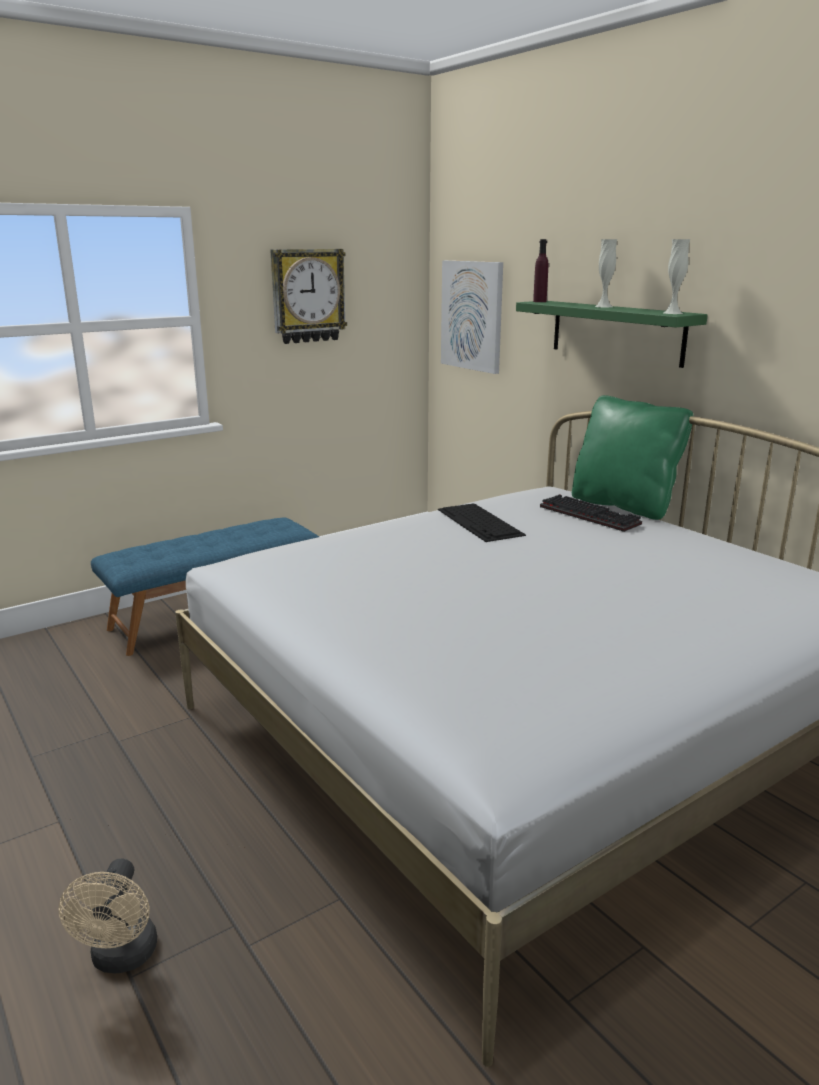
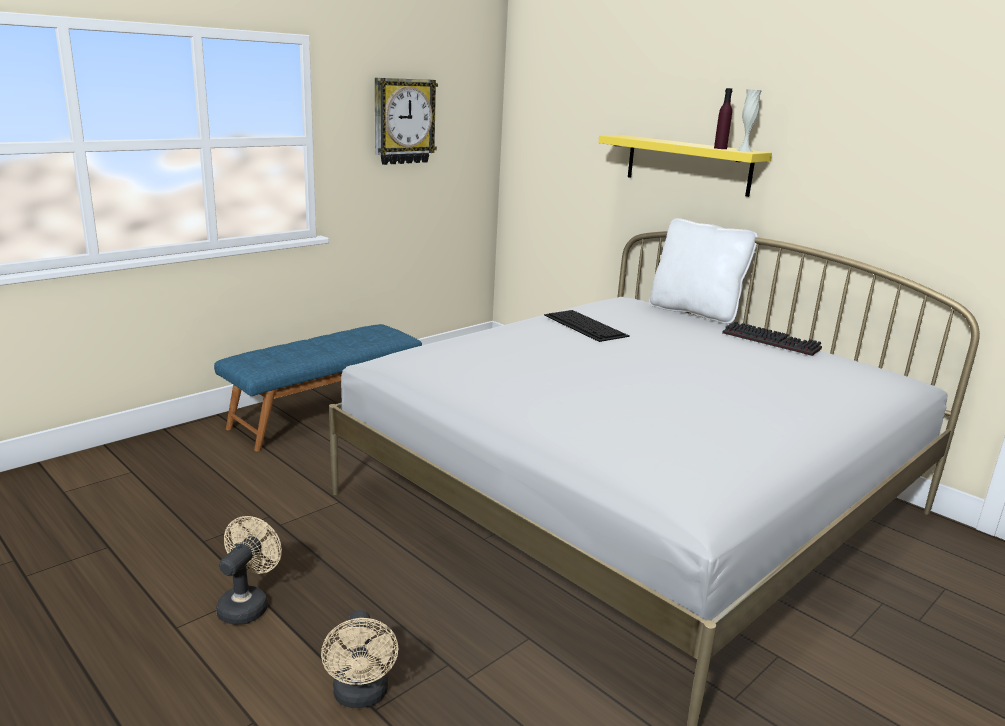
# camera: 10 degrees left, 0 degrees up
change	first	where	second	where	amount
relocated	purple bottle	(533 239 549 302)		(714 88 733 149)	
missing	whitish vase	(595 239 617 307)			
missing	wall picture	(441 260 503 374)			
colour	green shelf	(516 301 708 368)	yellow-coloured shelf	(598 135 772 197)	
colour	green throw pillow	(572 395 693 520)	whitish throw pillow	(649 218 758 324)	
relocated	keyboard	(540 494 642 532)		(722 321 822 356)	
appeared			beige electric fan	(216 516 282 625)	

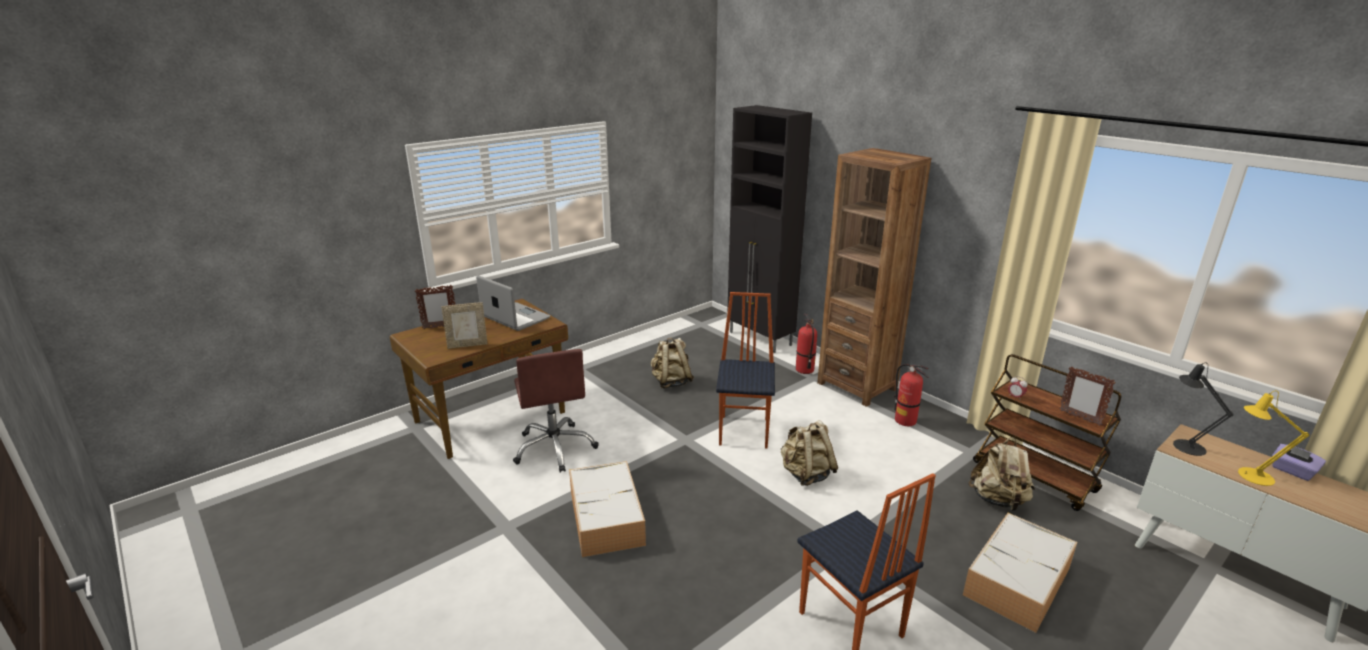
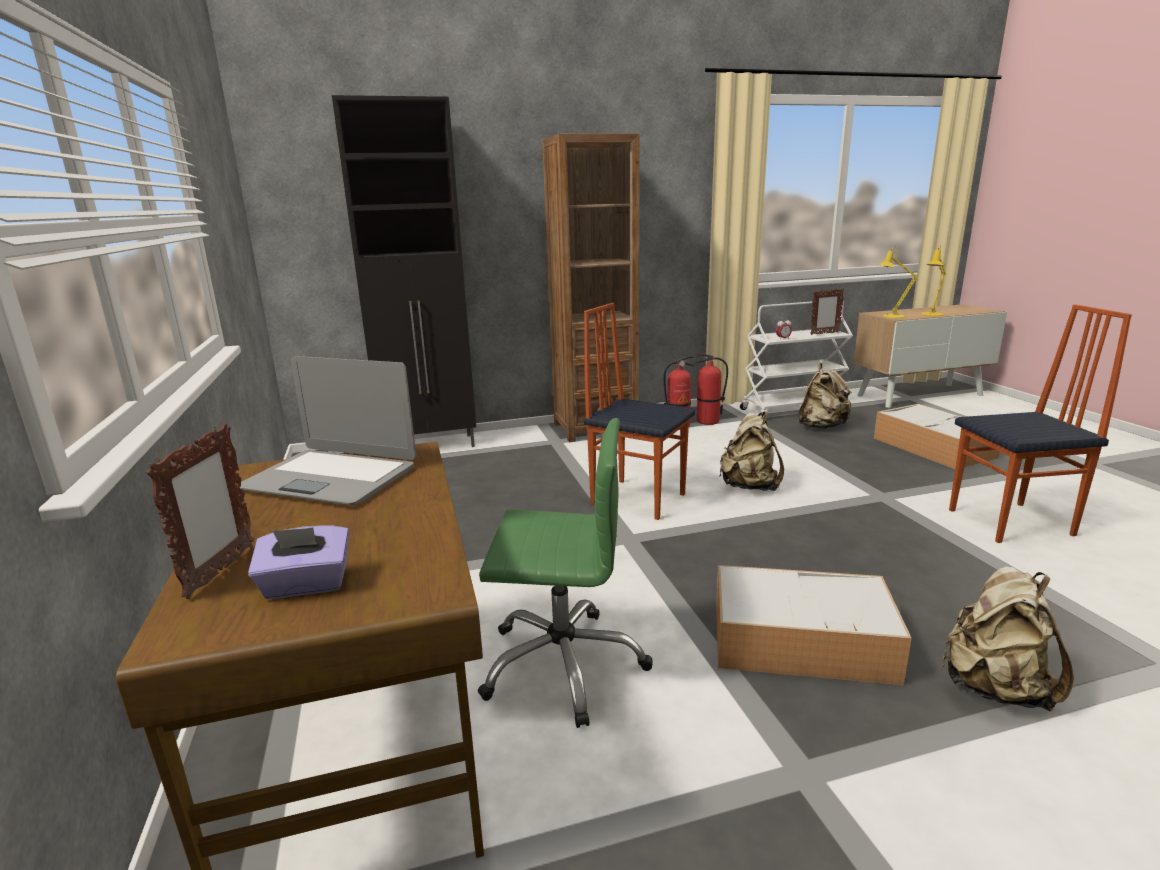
# camera: 65 degrees left, 5 degrees down
change	first	where	second	where	amount
spun	laptop	(476 275 550 331)		(240 356 416 505)	135 degrees counterclockwise
missing	photo frame	(441 302 488 349)			
relocated	fire extinguisher	(796 313 817 374)		(693 354 728 425)	
relocated	beige rucksack	(651 338 694 388)		(941 566 1074 712)	
colour	brown office chair	(513 349 599 473)	green office chair	(478 418 653 728)	
colour	brown wheeled cart	(973 354 1121 511)	whitish wheeled cart	(740 301 853 417)	
colour	blackish tabletop lamp	(1173 362 1233 456)	yellow-coloured tabletop lamp	(878 247 918 318)	
relocated	purple tissue holder	(1272 444 1326 481)		(248 526 349 599)	

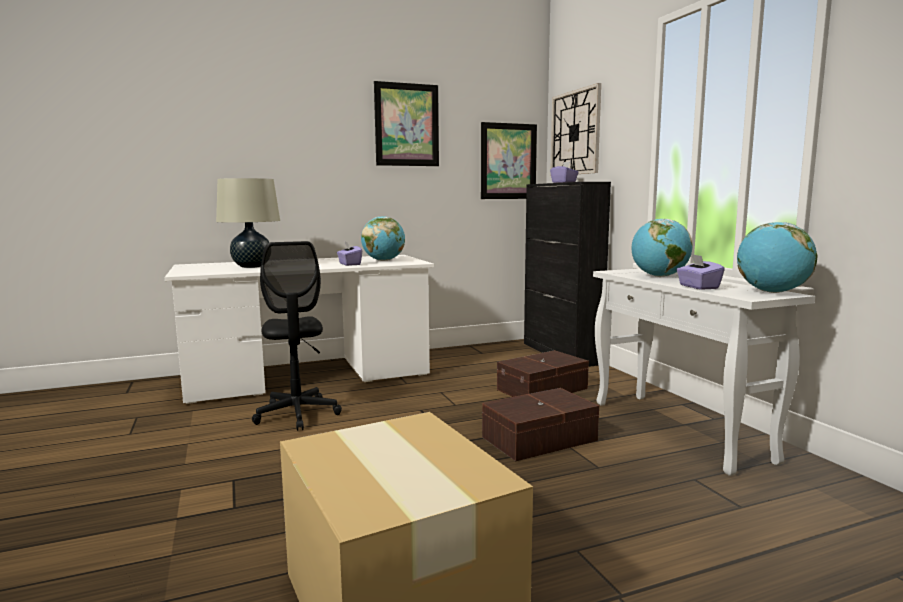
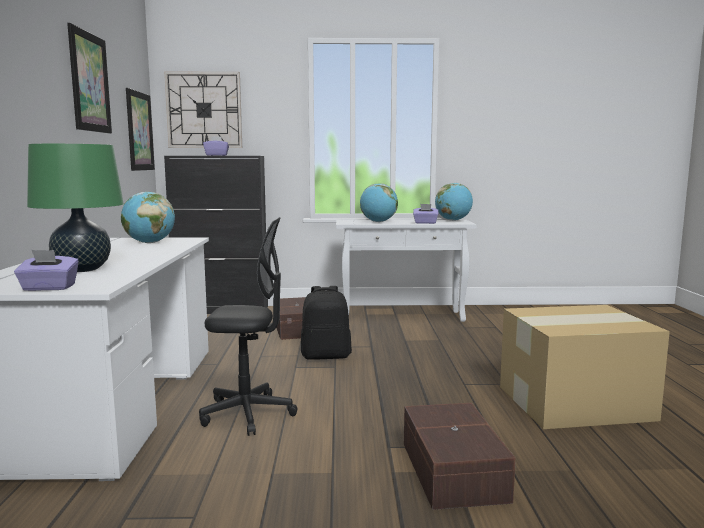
# camera: 70 degrees left, 0 degrees up
change	first	where	second	where	amount
colour	beige tabletop lamp	(216 178 280 268)	green tabletop lamp	(27 144 124 272)	
relocated	purple tissue holder	(337 242 362 266)		(14 250 79 291)	
relocated	brown storage box	(482 388 599 461)		(404 403 516 510)	
appeared			blackish rucksack	(301 286 352 360)	

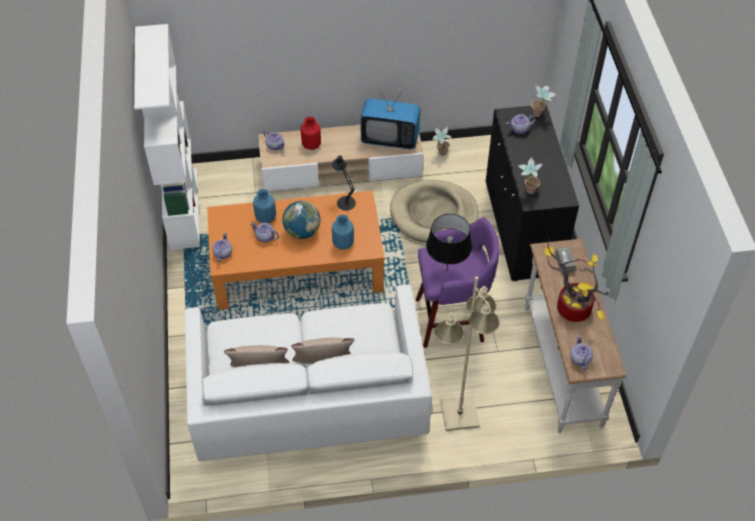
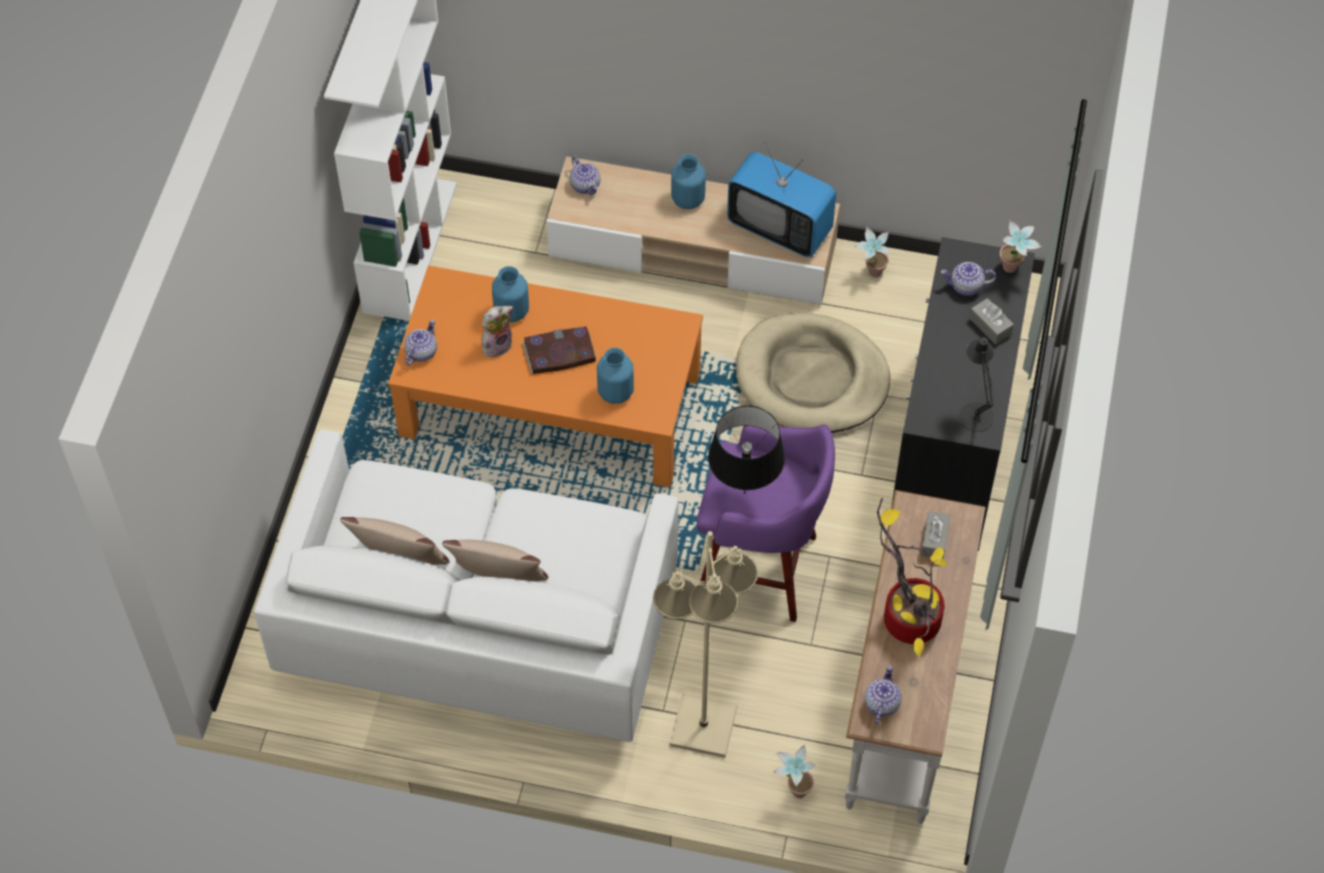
# camera: 20 degrees right, 5 degrees up
change	first	where	second	where	amount
missing	red vase	(301 116 321 150)			
relocated	blackish tabletop lamp	(332 155 356 211)		(959 338 994 432)	
relocated	houseplant	(518 157 543 194)		(773 745 816 798)	
exchanged	world globe	(282 201 321 239)	volume	(522 326 597 374)	
exchanged	tea pot	(250 222 279 242)	plush toy	(482 306 513 357)	
appeared			blue-coloured vase	(671 154 706 209)	
appeared			greyish tissue holder	(969 298 1014 345)	

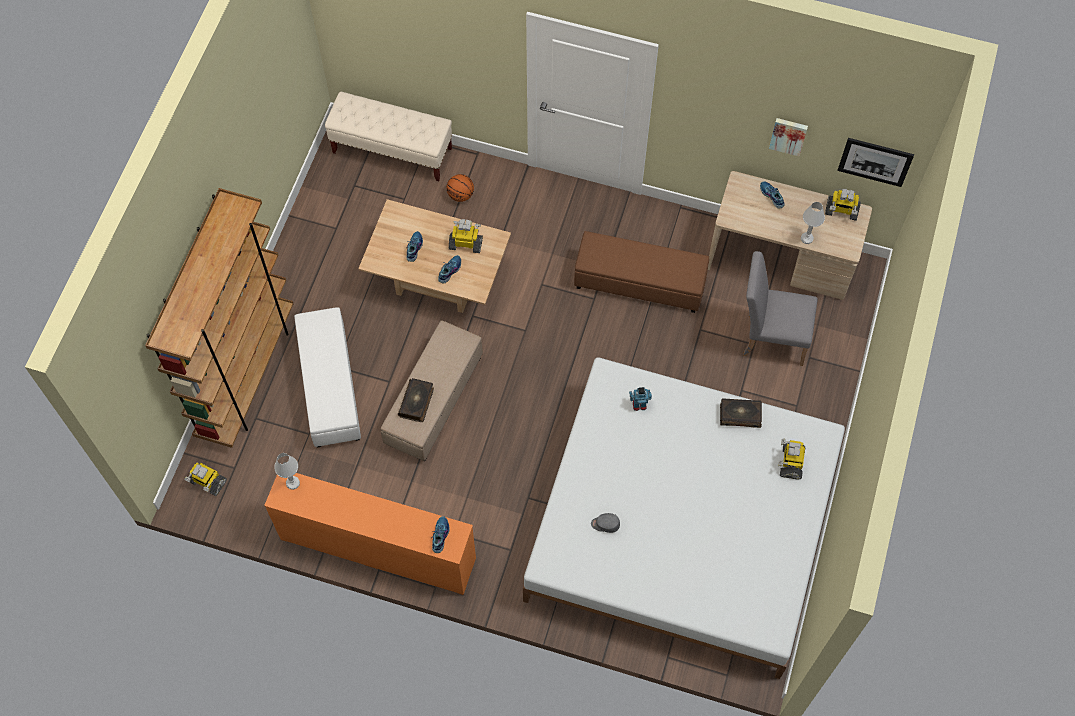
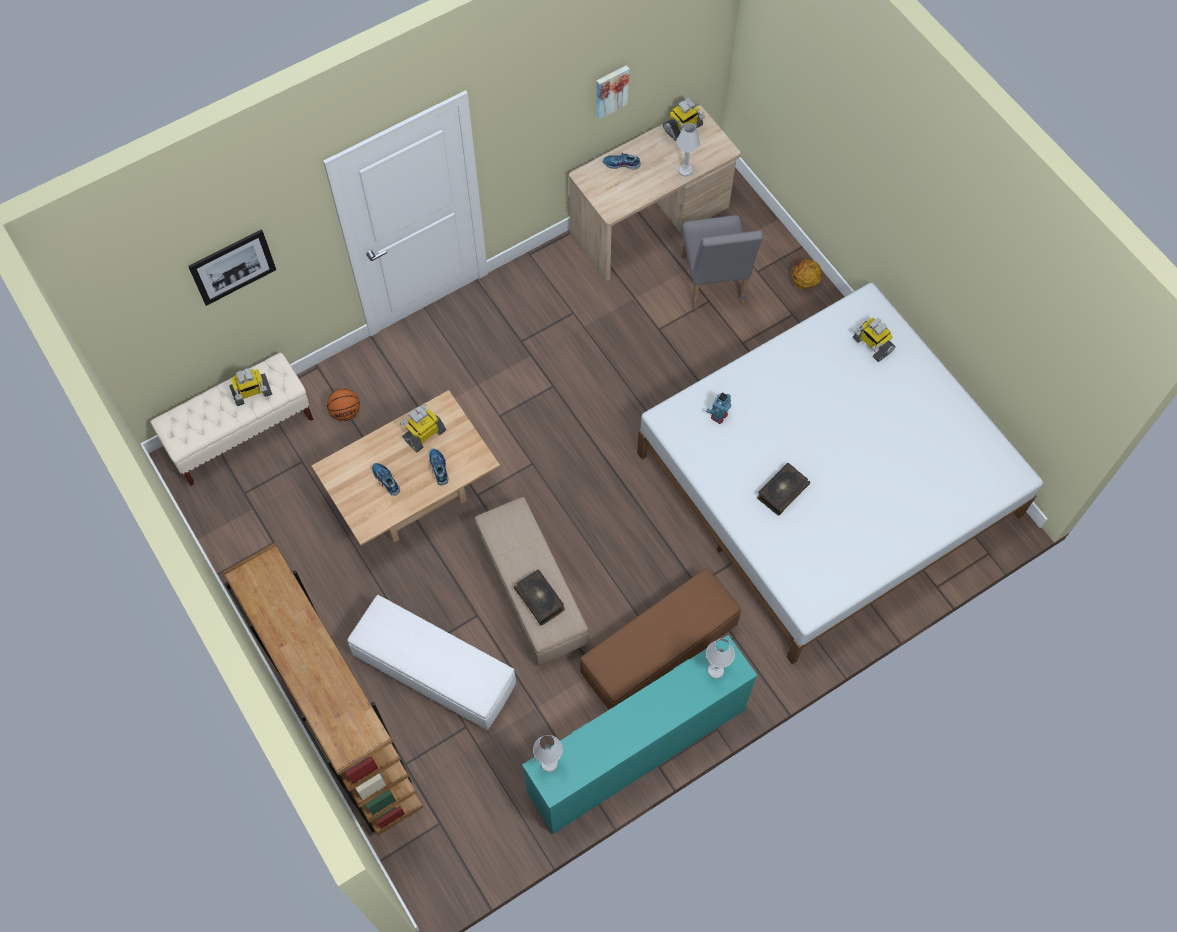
# camera: 50 degrees left, 0 degrees up
change	first	where	second	where	amount
relocated	wall picture	(837 138 914 187)		(188 229 276 306)	
relocated	brown footrest	(574 231 709 313)		(580 568 741 710)	
spun	greyish upright chair	(743 251 817 366)		(681 215 763 310)	60 degrees counterclockwise
relocated	volume	(720 398 762 428)		(757 463 810 515)	
relocated	toy robot	(185 463 227 496)		(229 368 272 406)	
colour	orange-coloured dresser	(264 473 476 595)	turquoise dresser	(522 635 757 834)	
missing	greyish peaked cap	(591 513 620 533)			
exchanged	shoe	(431 516 449 553)	whitish tabletop lamp	(706 638 735 679)	
appeared			basketball ball	(791 259 822 289)	

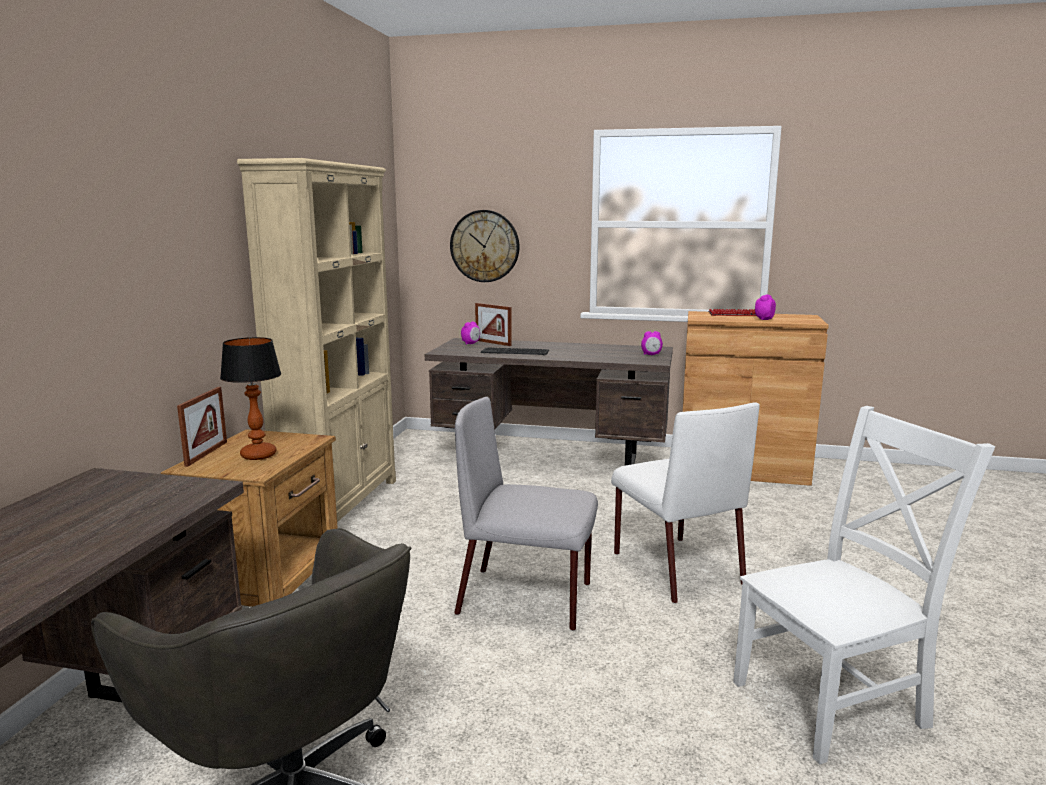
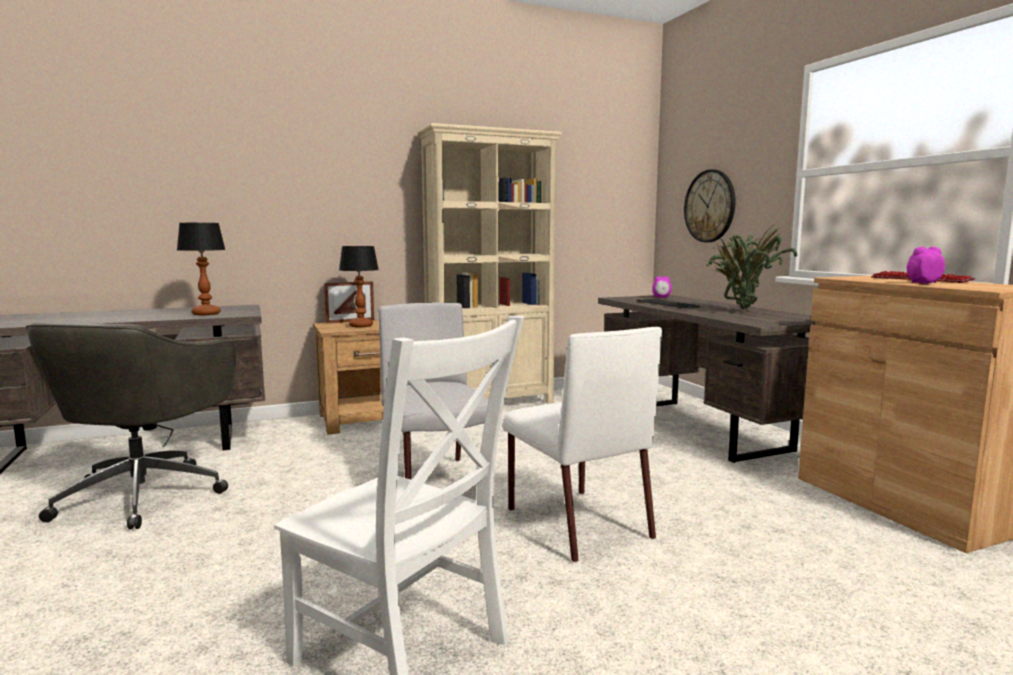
# camera: 55 degrees right, 5 degrees down
change	first	where	second	where	amount
missing	photo frame	(475 303 512 346)			
missing	table clock	(641 331 663 355)			
spun	whitish upright chair	(611 402 760 604)		(503 327 662 562)	60 degrees counterclockwise
appeared			tabletop lamp	(177 223 226 315)	
appeared			houseplant	(706 225 797 312)	

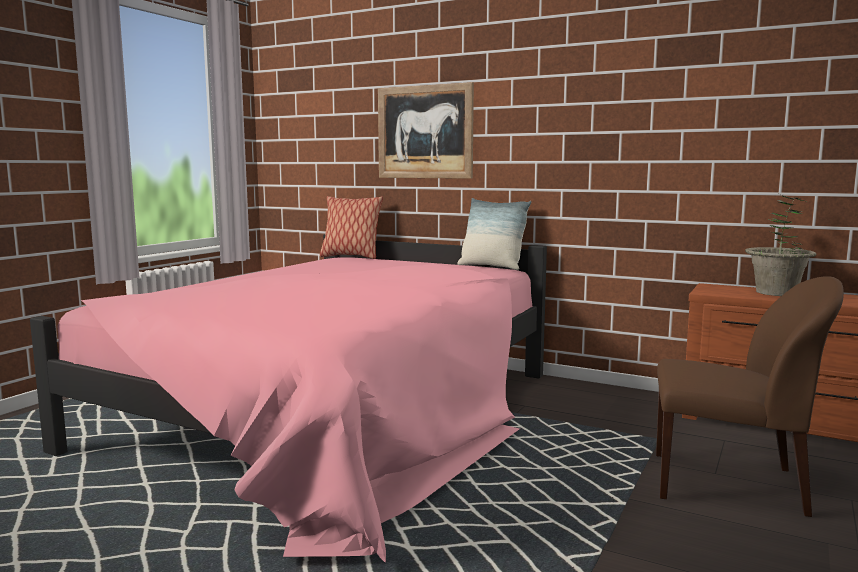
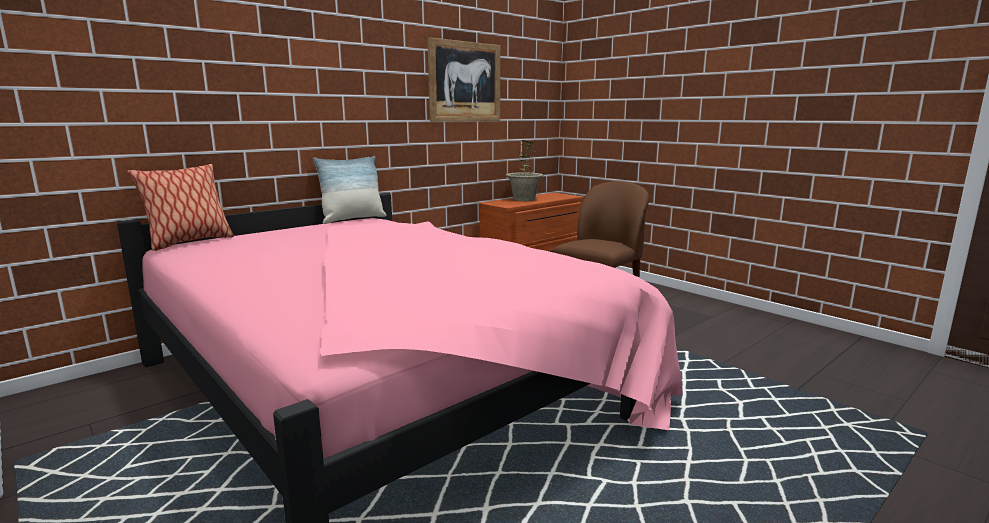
# camera: 70 degrees left, 5 degrees up
change	first	where	second	where	amount
relocated	wall picture	(378 82 474 179)		(428 37 500 122)	

